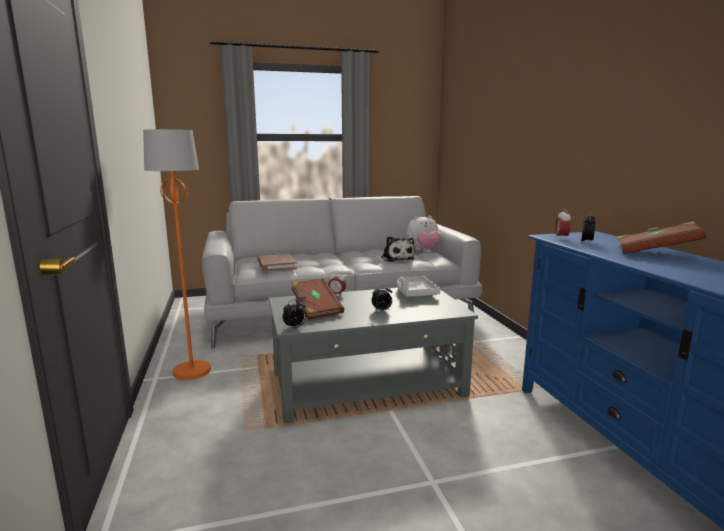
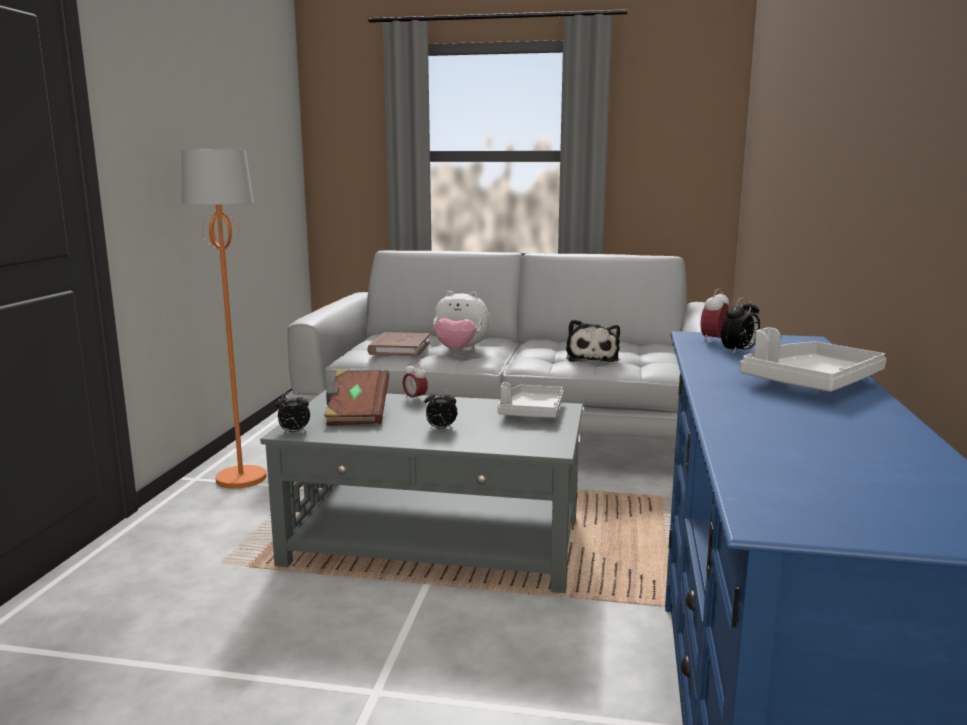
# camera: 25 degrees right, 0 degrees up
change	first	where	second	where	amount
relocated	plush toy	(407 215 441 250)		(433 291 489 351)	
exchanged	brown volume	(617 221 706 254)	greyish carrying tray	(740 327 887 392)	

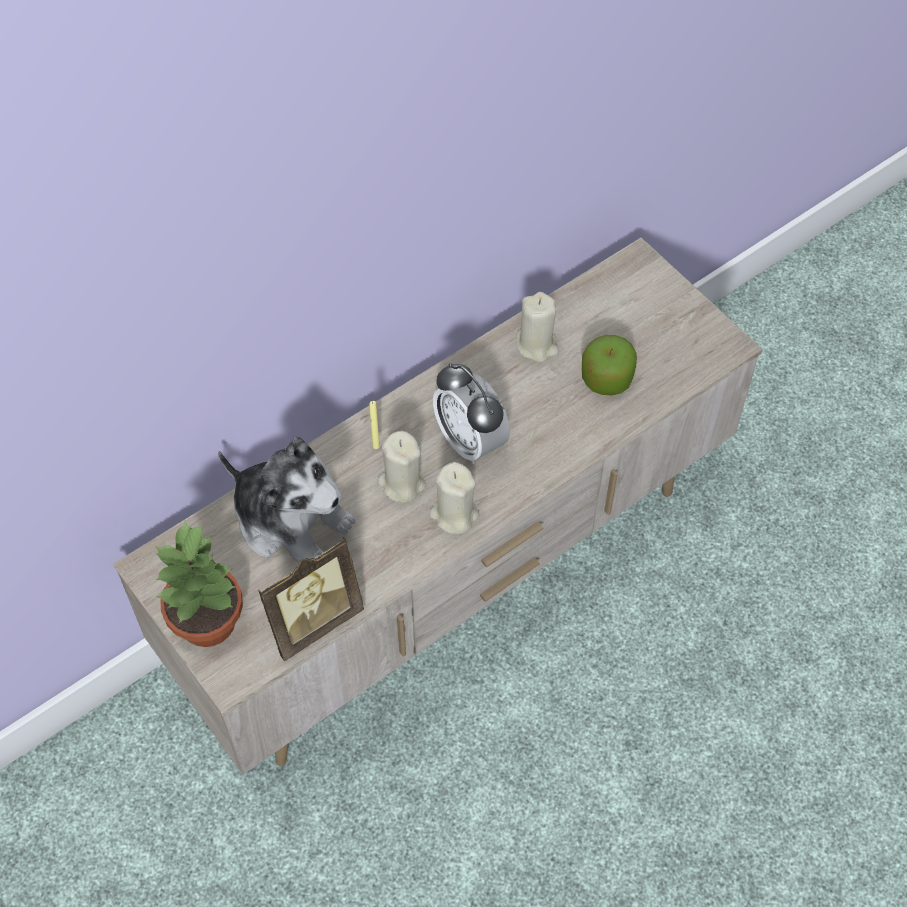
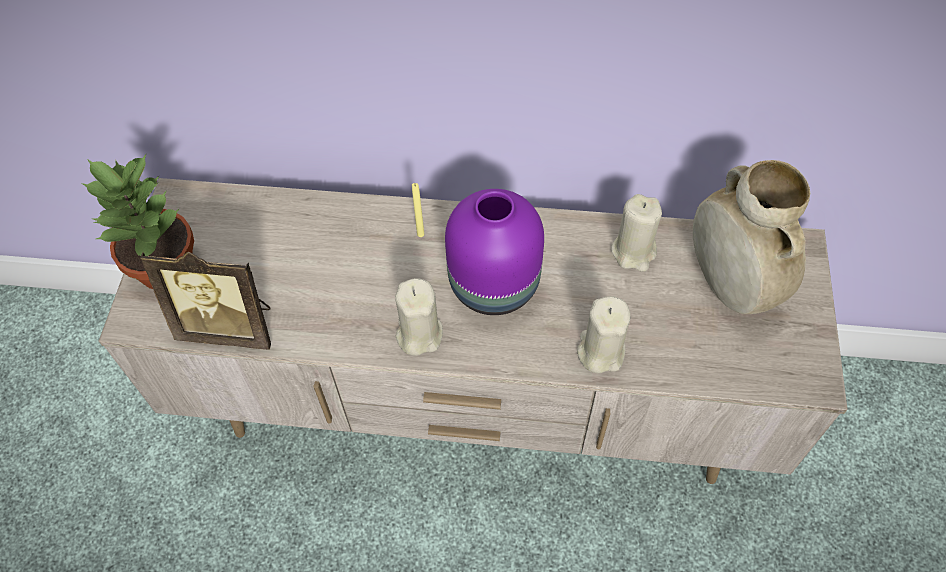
# camera: 45 degrees right, 0 degrees up
change	first	where	second	where	amount
missing	whole apple	(582 335 637 396)			
exchanged	table clock	(433 362 510 464)	purple vase	(445 189 544 315)	
relocated	beige wax candle	(377 431 426 503)		(577 296 630 373)	
missing	plush toy	(218 437 355 563)			
appeared			beige vase	(693 160 810 314)	

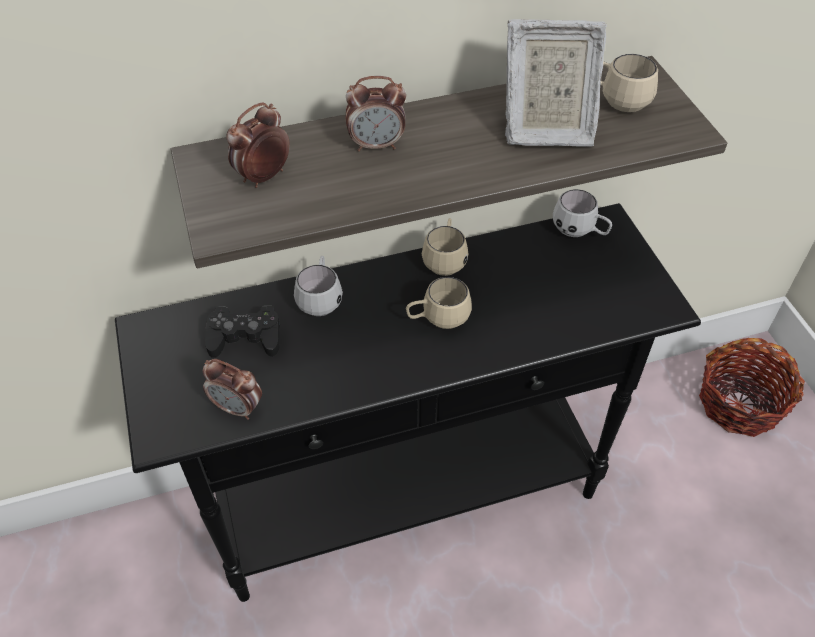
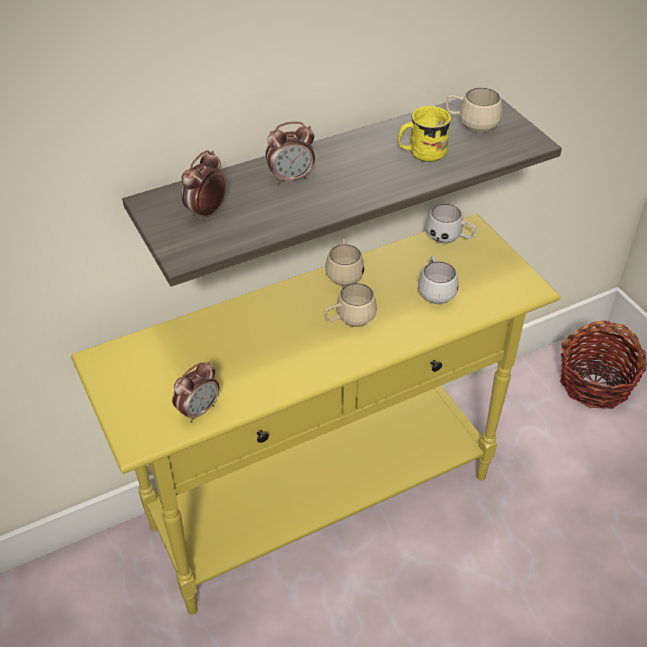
# camera: 10 degrees left, 5 degrees down
change	first	where	second	where	amount
exchanged	photo frame	(505 19 607 147)	yellow-coloured mug	(397 106 451 162)	
colour	blackish hall table	(115 203 701 602)	yellow-coloured hall table	(71 214 560 615)	
relocated	whitish mug	(294 256 343 316)		(418 256 458 304)	
missing	blackish game controller	(205 305 280 358)			
spun	table clock	(203 359 262 420)		(172 361 220 423)	60 degrees counterclockwise

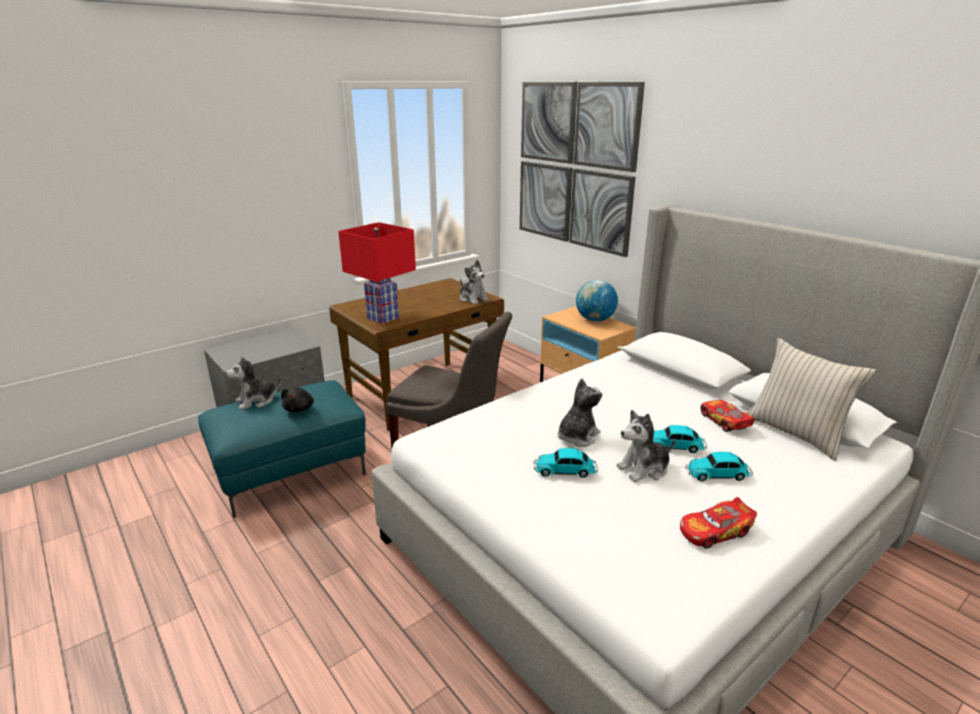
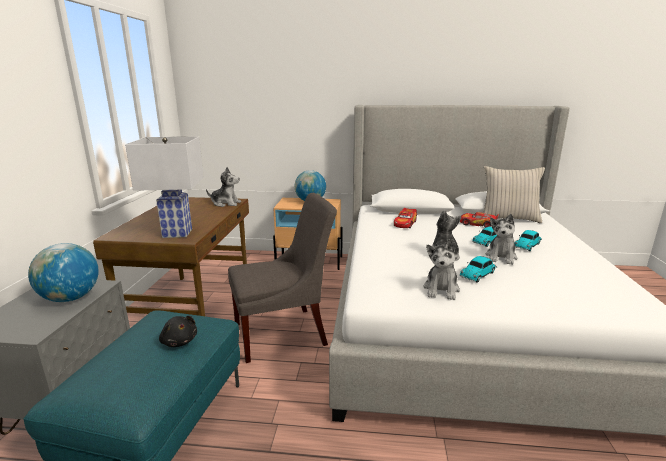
# camera: 45 degrees left, 5 degrees down
change	first	where	second	where	amount
missing	wall picture	(520 82 645 257)			
colour	red tabletop lamp	(338 222 416 324)	whitish tabletop lamp	(125 137 204 238)	
relocated	plush toy	(226 356 281 410)		(423 239 460 300)	
relocated	model car	(680 497 757 548)		(394 208 417 228)	
appeared			world globe	(28 243 99 302)	

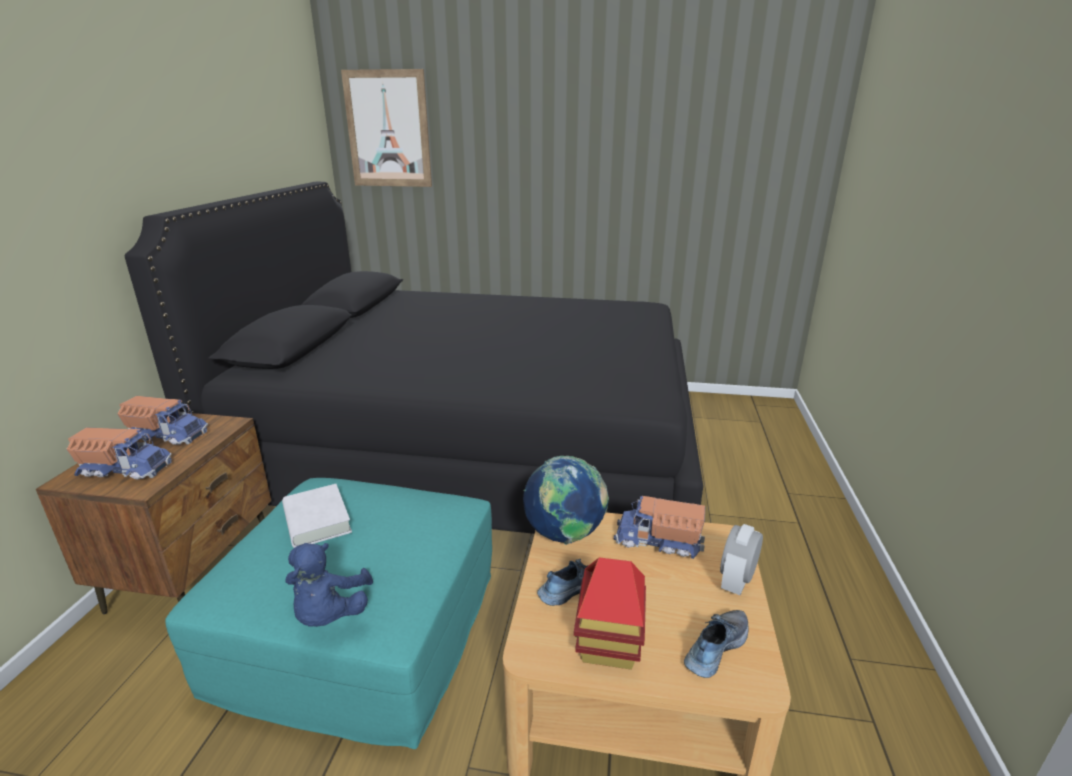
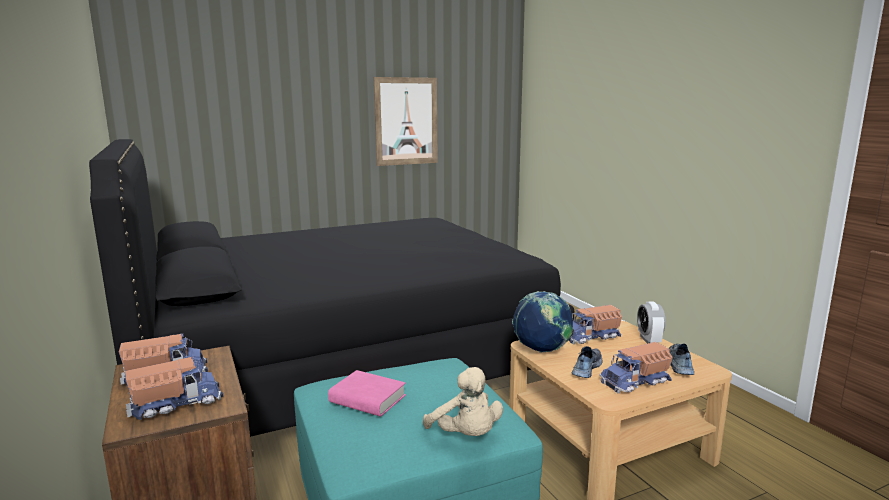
# camera: 35 degrees left, 10 degrees down
change	first	where	second	where	amount
relocated	wall picture	(341 69 432 187)		(374 77 438 166)	
colour	whitish volume	(282 484 352 548)	pinkish volume	(328 370 406 417)	
colour	blue-coloured plush toy	(285 543 373 627)	beige plush toy	(423 367 503 436)	
exchanged	toy house	(574 557 646 670)	model truck	(600 342 673 394)	

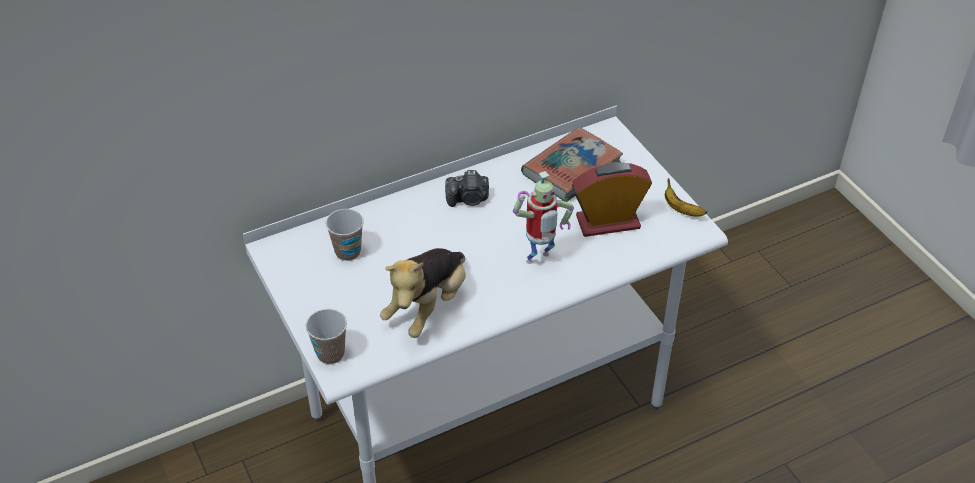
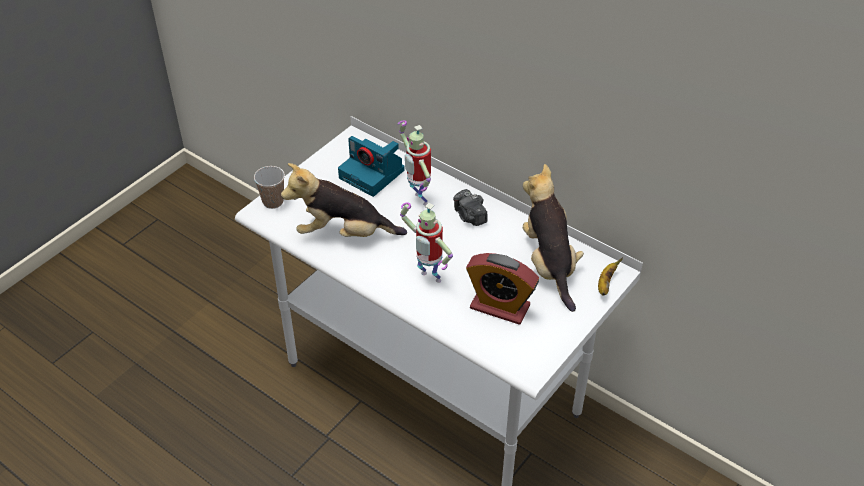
# camera: 65 degrees right, 0 degrees up
change	first	where	second	where	amount
exchanged	volume	(521 127 623 202)	plush toy	(523 164 584 312)	
spun	table clock	(572 162 652 237)		(466 253 539 325)	150 degrees clockwise
relocated	whole banana	(665 178 707 217)		(598 257 623 296)	
exchanged	cup	(326 209 364 261)	still camera	(338 136 404 197)	
appeared			toy robot	(398 121 431 206)	

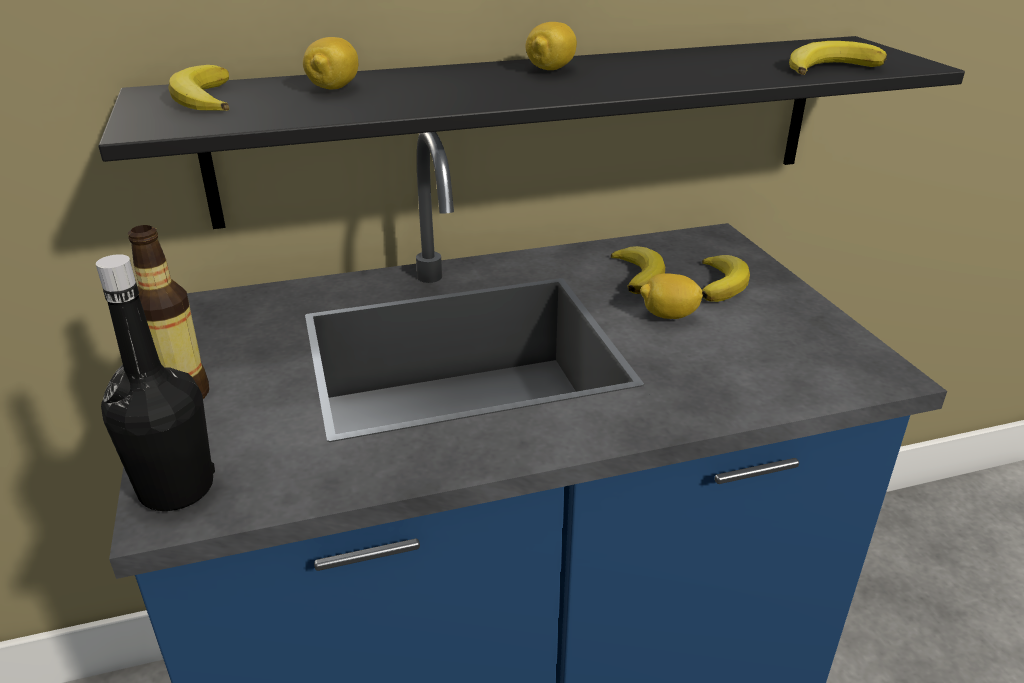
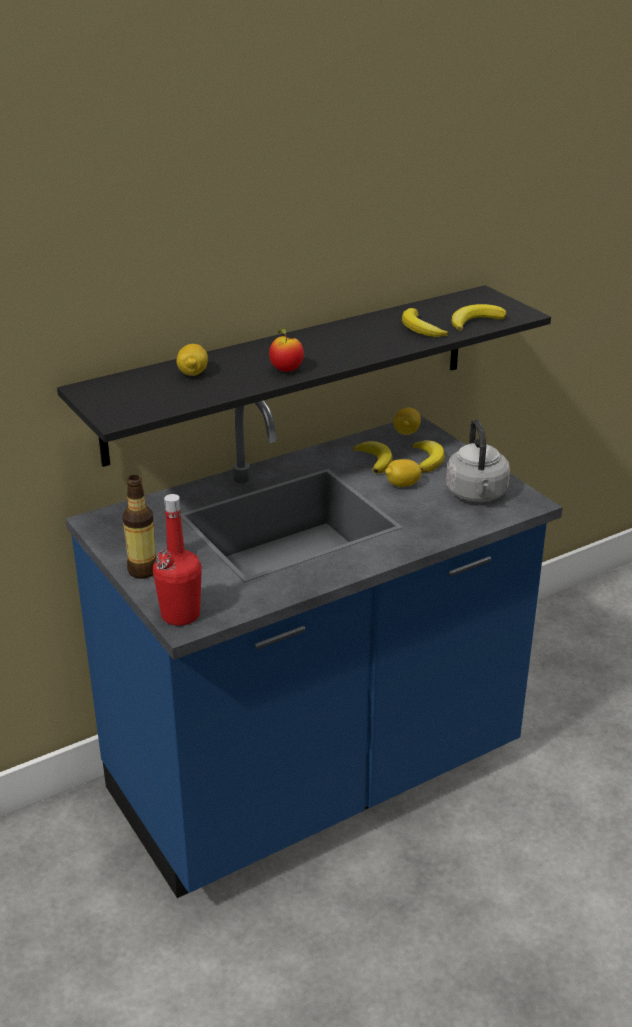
# camera: 15 degrees left, 0 degrees up
change	first	where	second	where	amount
relocated	whole lemon	(525 22 577 70)		(394 407 421 435)	
relocated	whole banana	(168 65 229 111)		(402 308 448 337)	
colour	blackish bottle	(96 254 215 511)	red bottle	(153 494 202 626)	
appeared			whole apple	(269 329 304 372)	
appeared			greyish kettle	(446 419 510 502)	

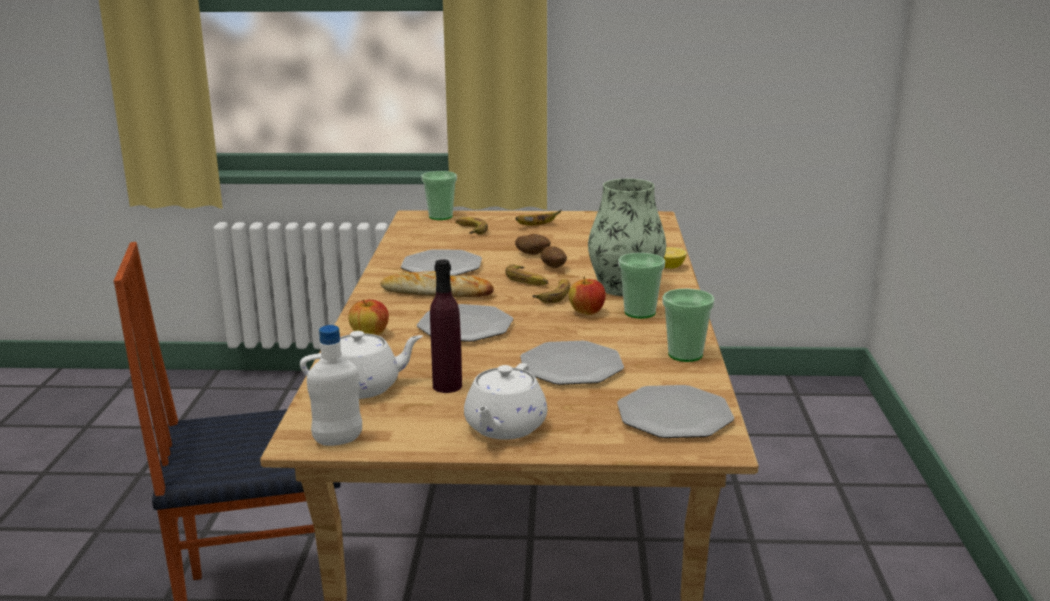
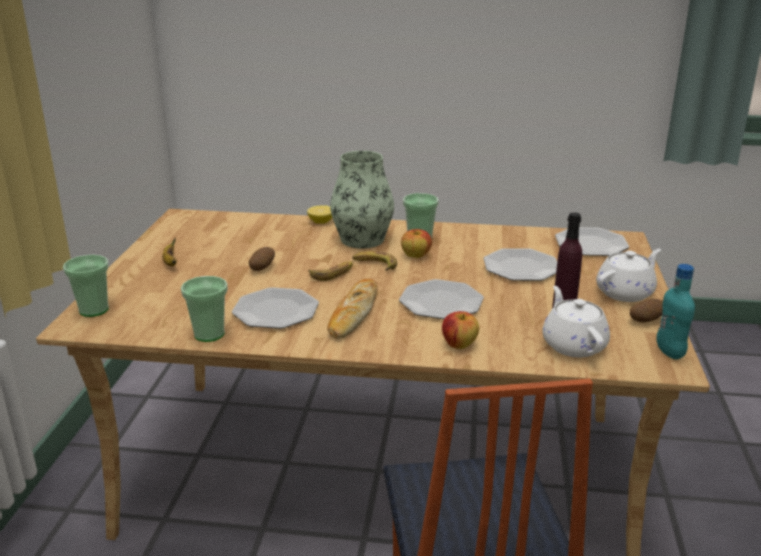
# camera: 85 degrees left, 5 degrees up
change	first	where	second	where	amount
missing	whole banana	(455 217 488 235)			
relocated	spud	(541 246 567 268)		(630 299 663 322)	
relocated	cup	(662 288 715 362)		(181 276 228 342)	
colour	whitish bottle	(307 325 362 446)	turquoise bottle	(656 264 695 359)	
spun	whitish tea pot	(464 363 547 440)		(596 249 661 302)	60 degrees counterclockwise

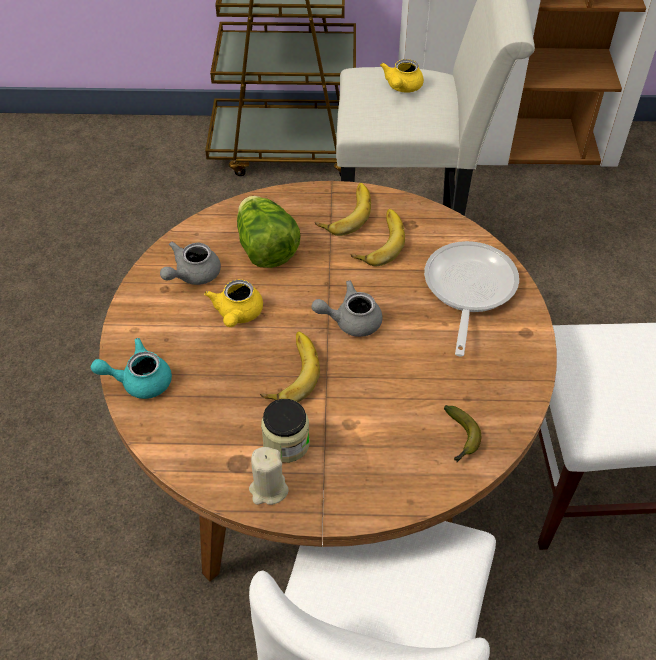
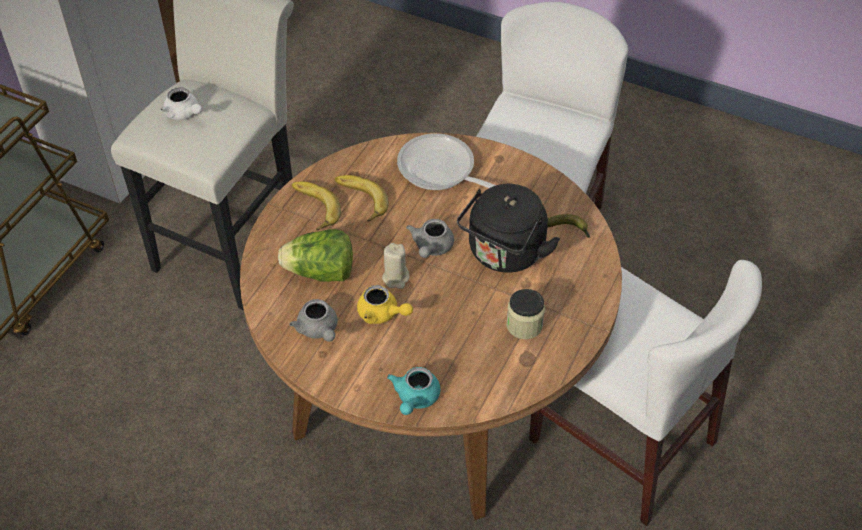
# camera: 65 degrees left, 0 degrees up
change	first	where	second	where	amount
colour	yellow-coloured tea pot	(380 59 424 93)	whitish tea pot	(160 87 202 120)	
missing	whole banana	(260 331 320 402)			
relocated	beige wax candle	(249 447 289 505)		(382 243 409 289)	
appeared			blackish kettle	(457 184 560 273)	

